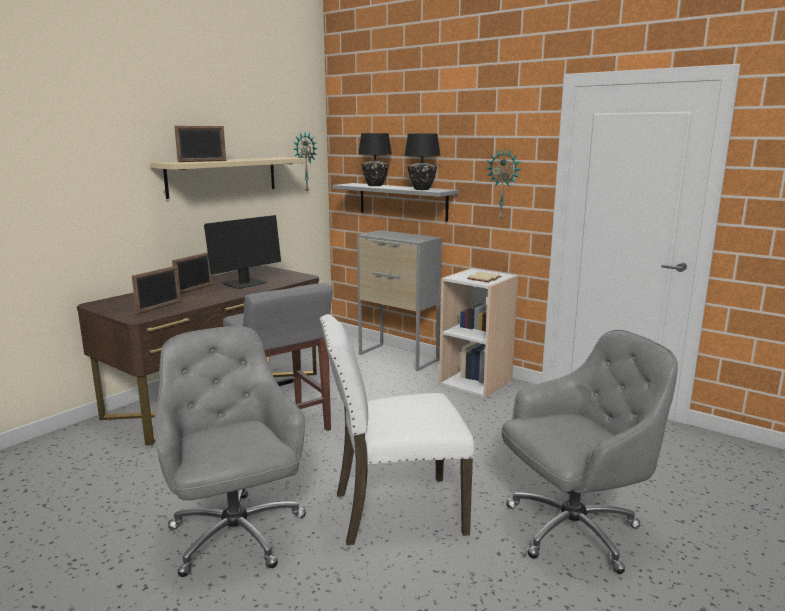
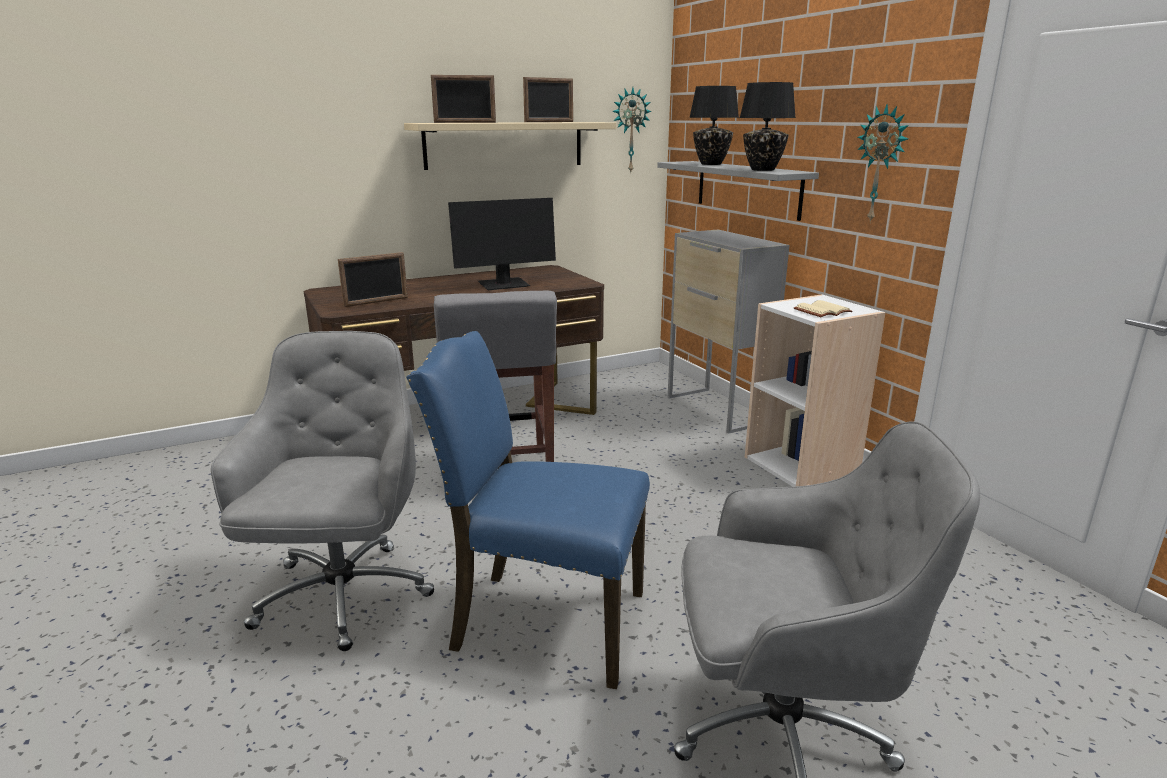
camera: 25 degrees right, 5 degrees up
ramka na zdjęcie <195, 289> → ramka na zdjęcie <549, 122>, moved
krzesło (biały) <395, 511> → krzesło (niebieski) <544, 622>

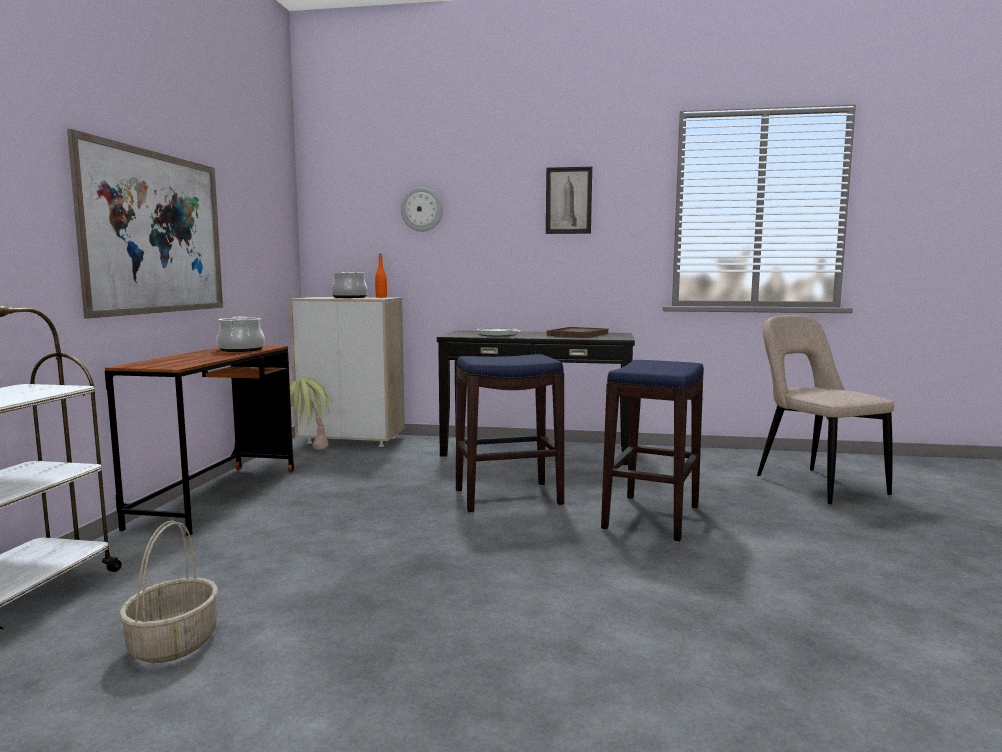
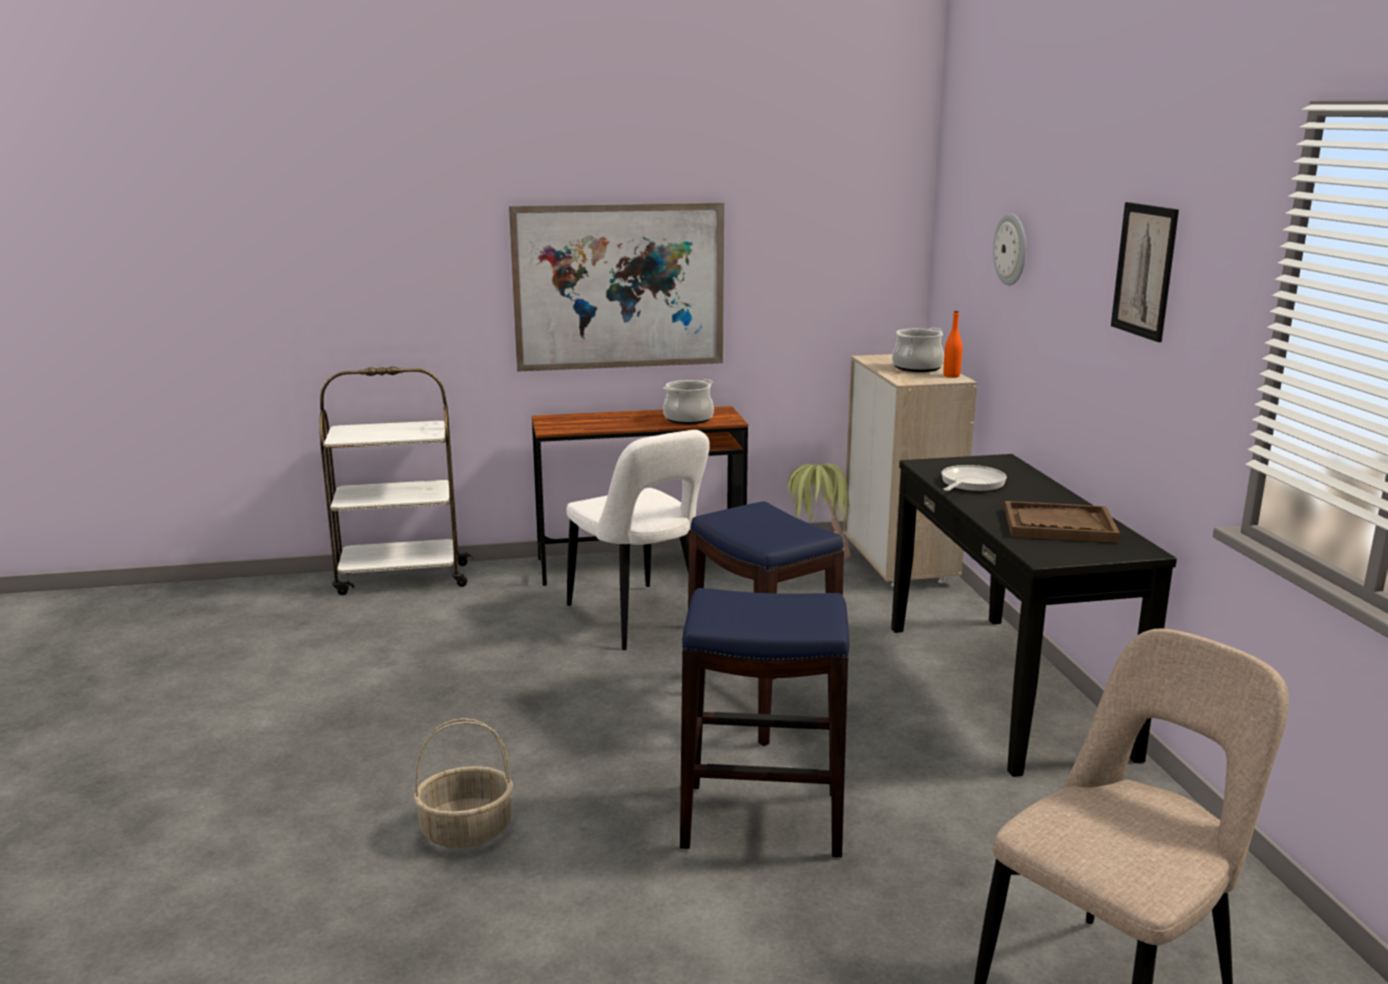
camera: 70 degrees right, 10 degrees up
koszyk <173, 643> → koszyk <467, 829>, moved
- → krzesło (biały) <639, 619>

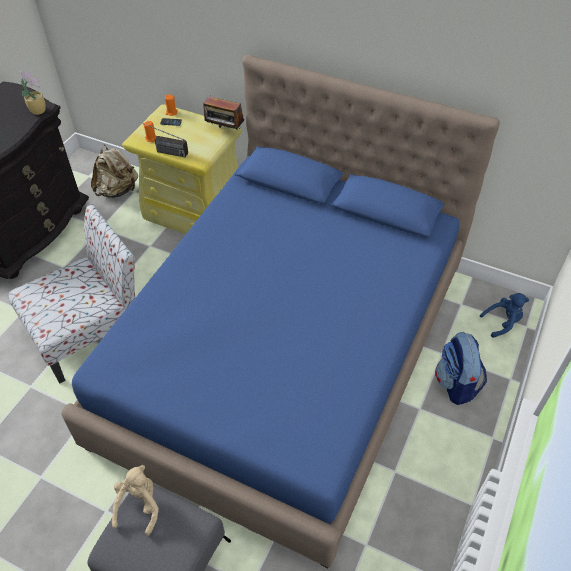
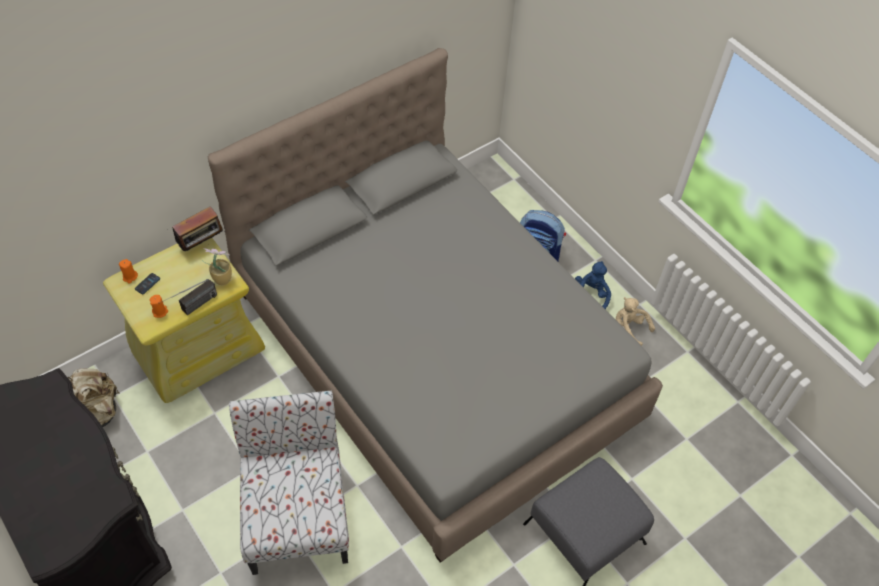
camera: 65 degrees left, 5 degrees up
roślina doniczkowa <38, 110> → roślina doniczkowa <222, 278>, moved
łóżko (niebieski) <287, 353> → łóżko (szary) <435, 354>
pluszak (beżowy) <139, 506> → pluszak (beżowy) <628, 329>, moved
pluszak (niebieski) <502, 322> → pluszak (niebieski) <591, 295>, moved

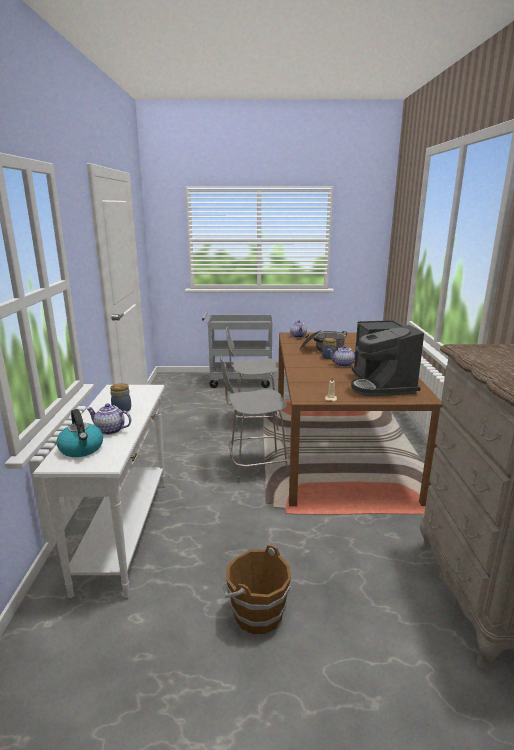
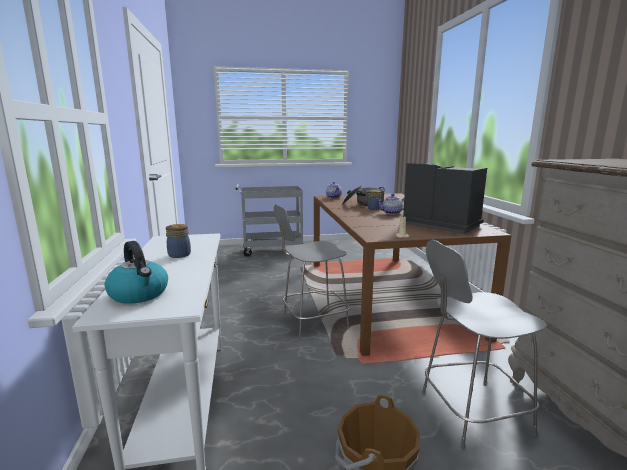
camera: 10 degrees left, 5 degrees down
imbryk <109, 430> → -
krzesło (szary) <254, 422> → krzesło (szary) <470, 413>, moved
ekspres do kawy <381, 385> → ekspres do kawy <440, 224>, 150 degrees clockwise

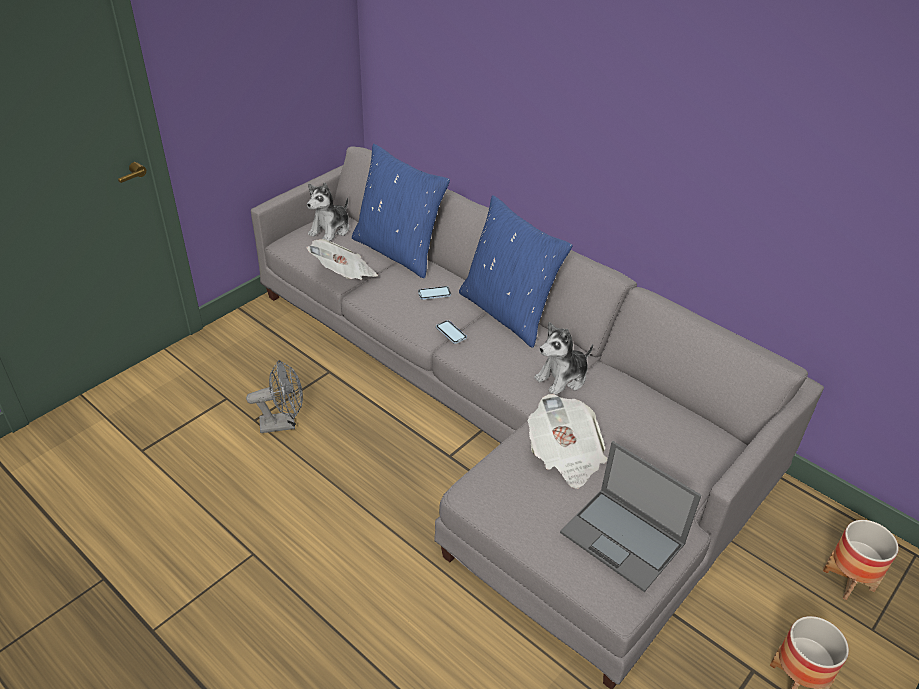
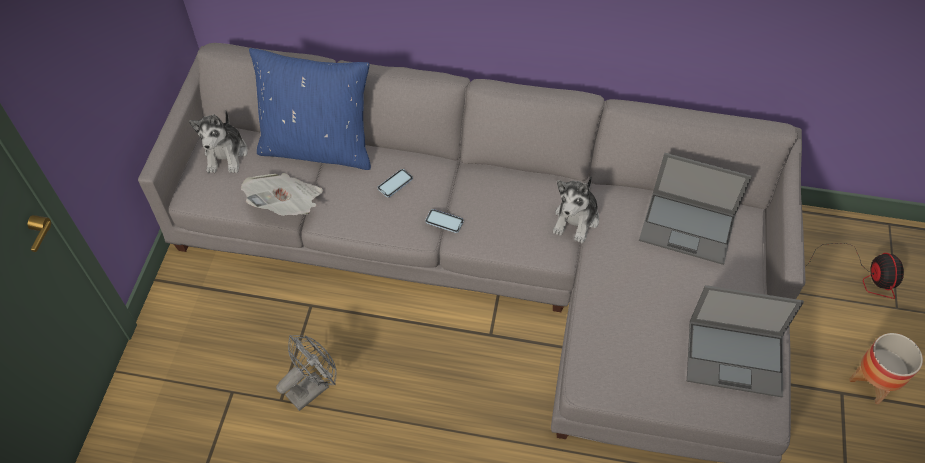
camera: 30 degrees left, 15 degrees up
poduszka (niebieski) <508, 312> → -
gazeta <565, 456> → -
donica <848, 580> → wentylator <859, 274>
- → laptop <688, 227>

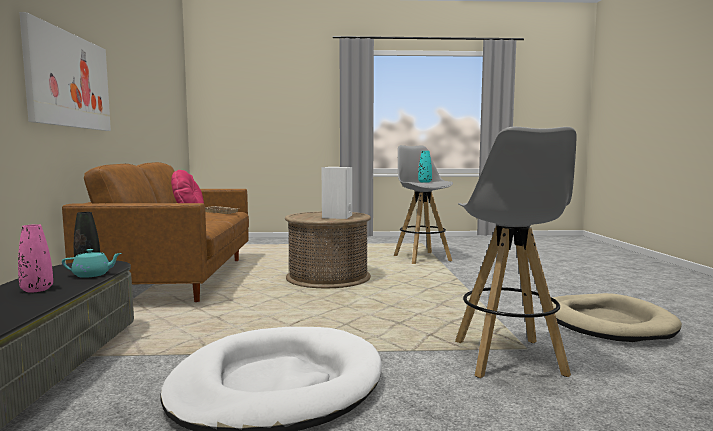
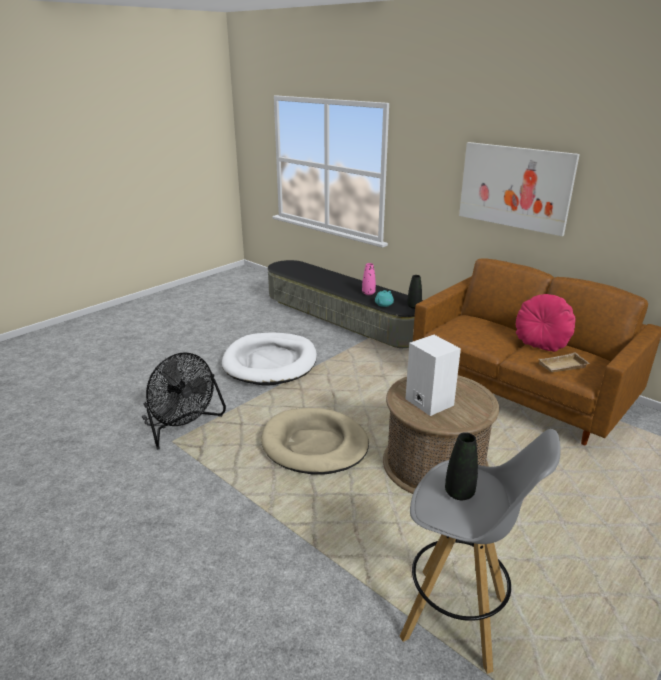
camera: 135 degrees right, 20 degrees up
wazon (turkusowy) <424, 182> → wazon (czarny) <459, 493>
stołek (szary) <507, 359> → wentylator (czarny) <179, 427>
legowisko (beżowy) <606, 322> → legowisko (beżowy) <314, 445>, moved

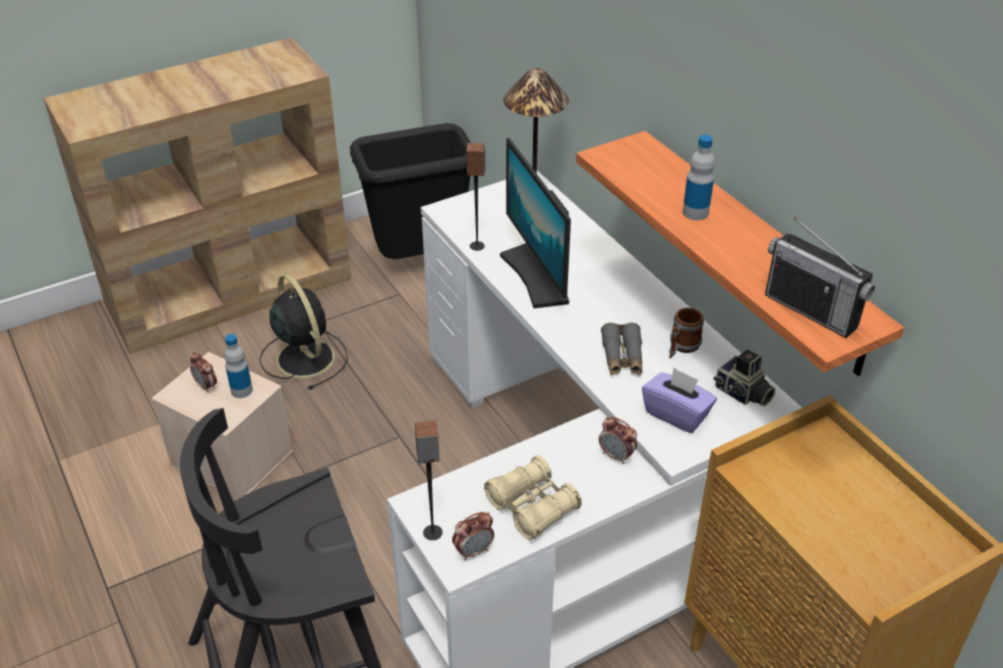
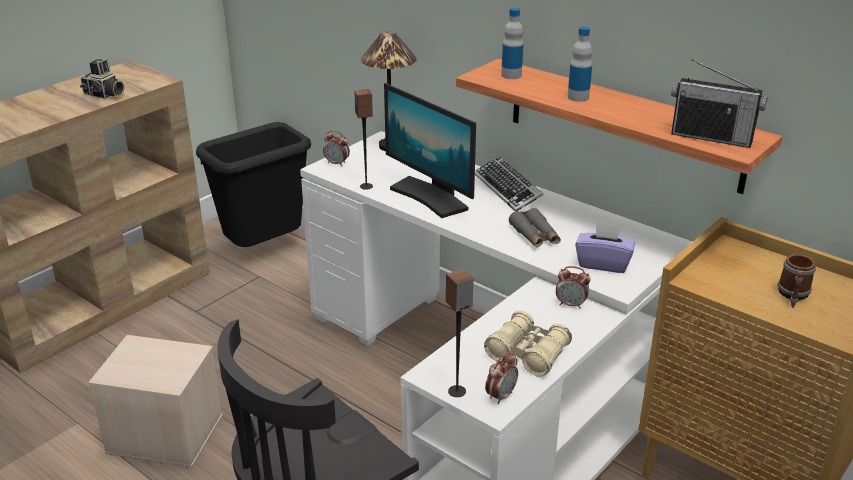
camera: 20 degrees left, 10 degrees down
budzik <206, 386> → budzik <337, 163>, moved
butelka <241, 390> → butelka <511, 75>, moved
wentylator (czarny) <304, 357> → -
kubek <681, 347> → kubek <793, 296>, moved
aparat fotograficzny <742, 394> → aparat fotograficzny <104, 95>, moved
- → klawiatura <507, 189>

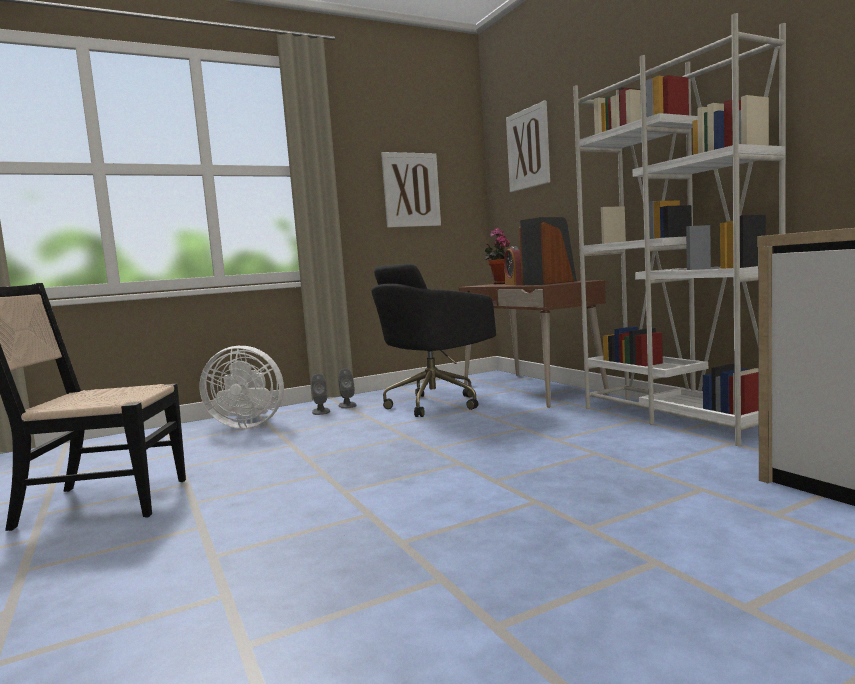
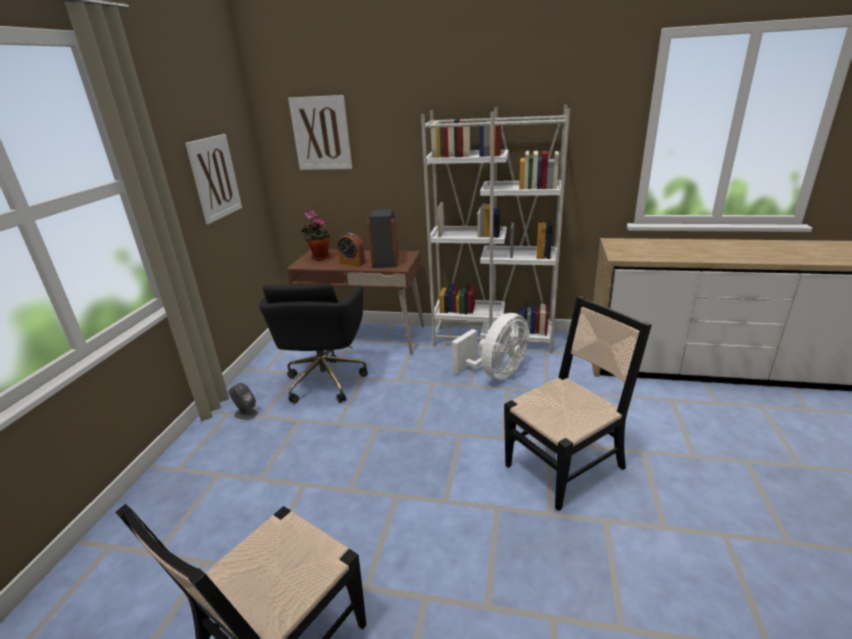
camera: 50 degrees left, 20 degrees up
wentylator (biały) <247, 425> → wentylator (biały) <496, 373>, moved
głośnik (szary) <321, 411> → -
- → krzesło <564, 466>

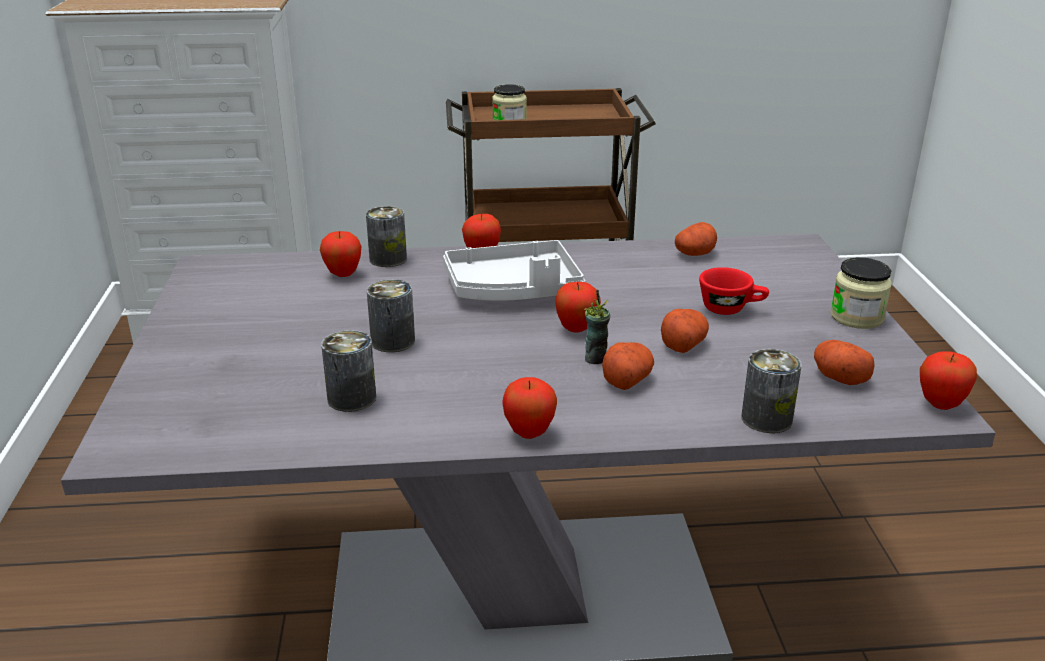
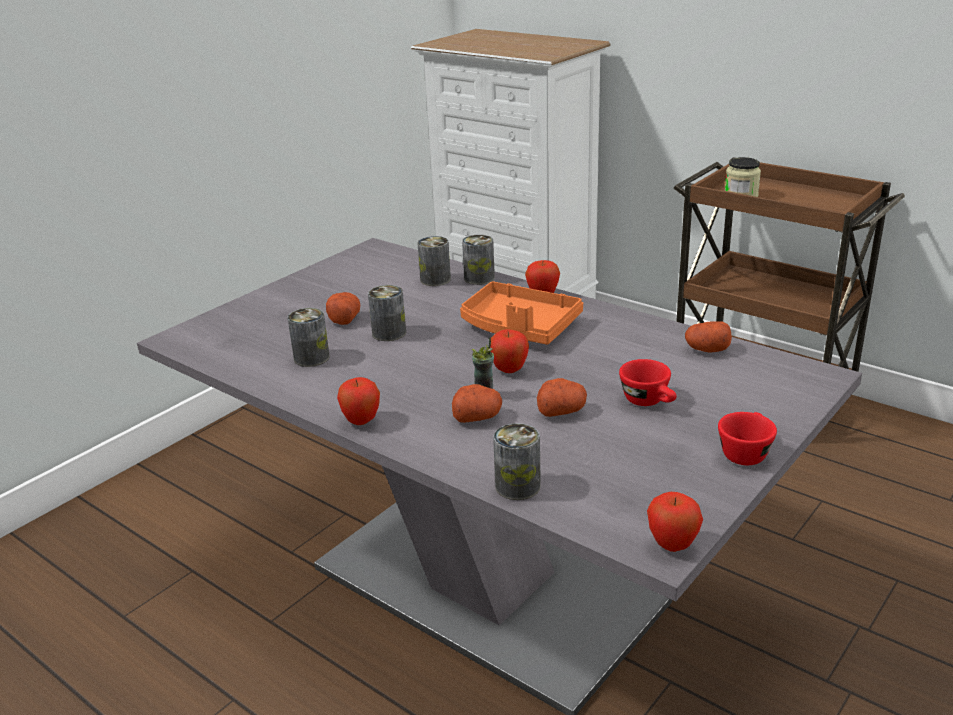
camera: 45 degrees right, 0 degrees up
jabłko <343, 274> → puszka <435, 279>
taca (szary) <513, 289> → taca (pomarańczowy) <519, 327>
ziemniak <838, 377> → ziemniak <344, 319>, moved
słoik <857, 317> → filiżanka (czerwony) <745, 452>

